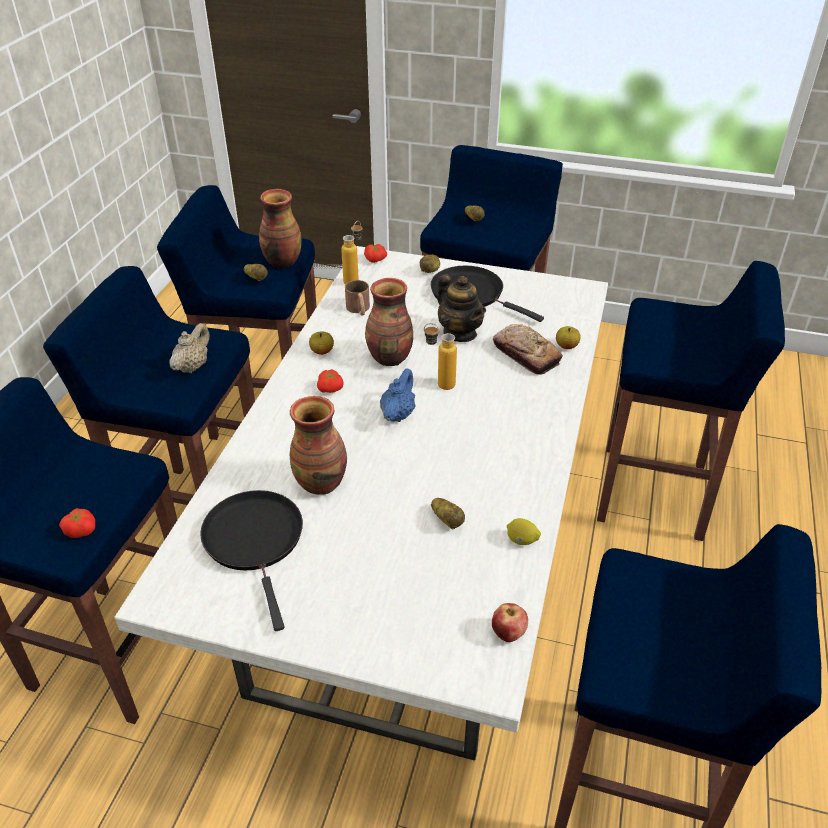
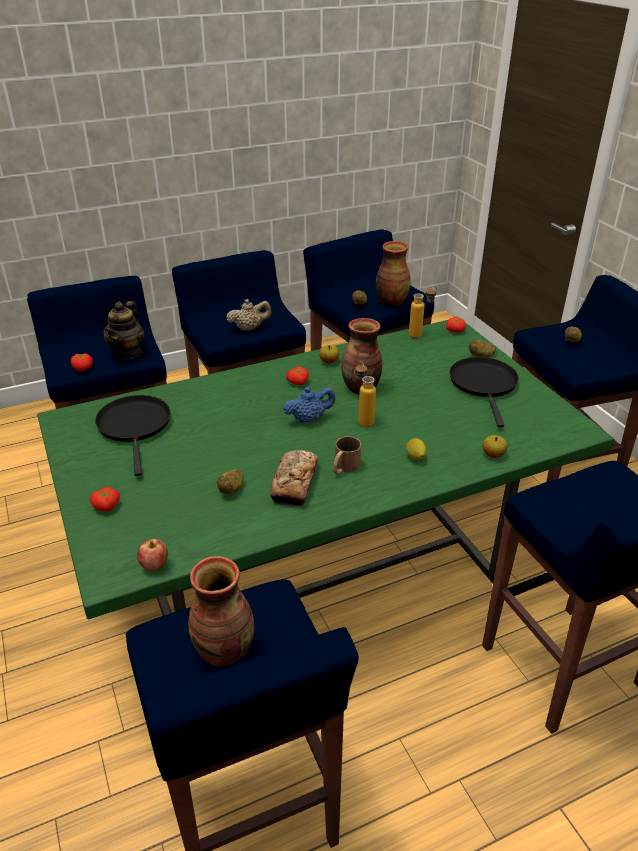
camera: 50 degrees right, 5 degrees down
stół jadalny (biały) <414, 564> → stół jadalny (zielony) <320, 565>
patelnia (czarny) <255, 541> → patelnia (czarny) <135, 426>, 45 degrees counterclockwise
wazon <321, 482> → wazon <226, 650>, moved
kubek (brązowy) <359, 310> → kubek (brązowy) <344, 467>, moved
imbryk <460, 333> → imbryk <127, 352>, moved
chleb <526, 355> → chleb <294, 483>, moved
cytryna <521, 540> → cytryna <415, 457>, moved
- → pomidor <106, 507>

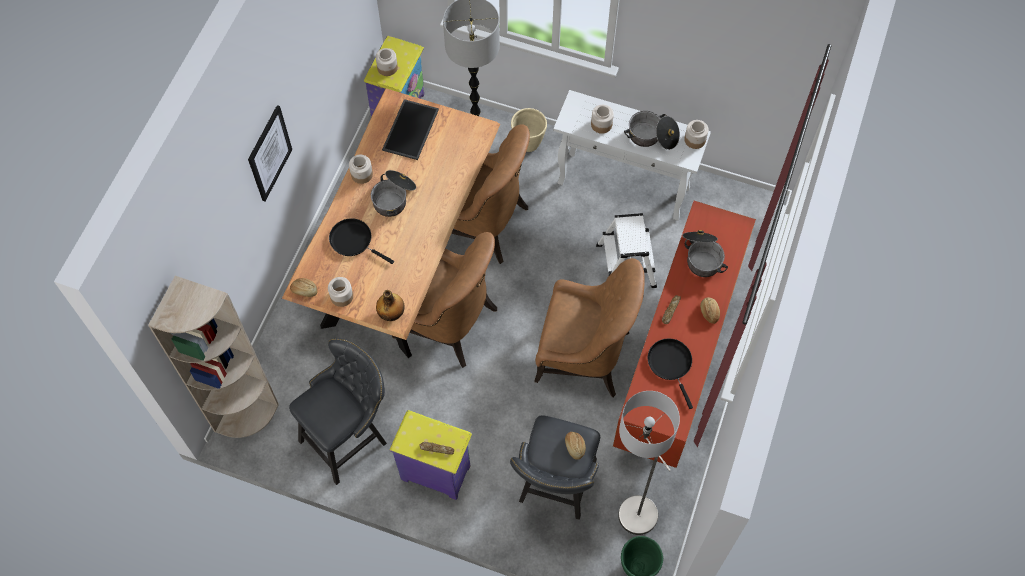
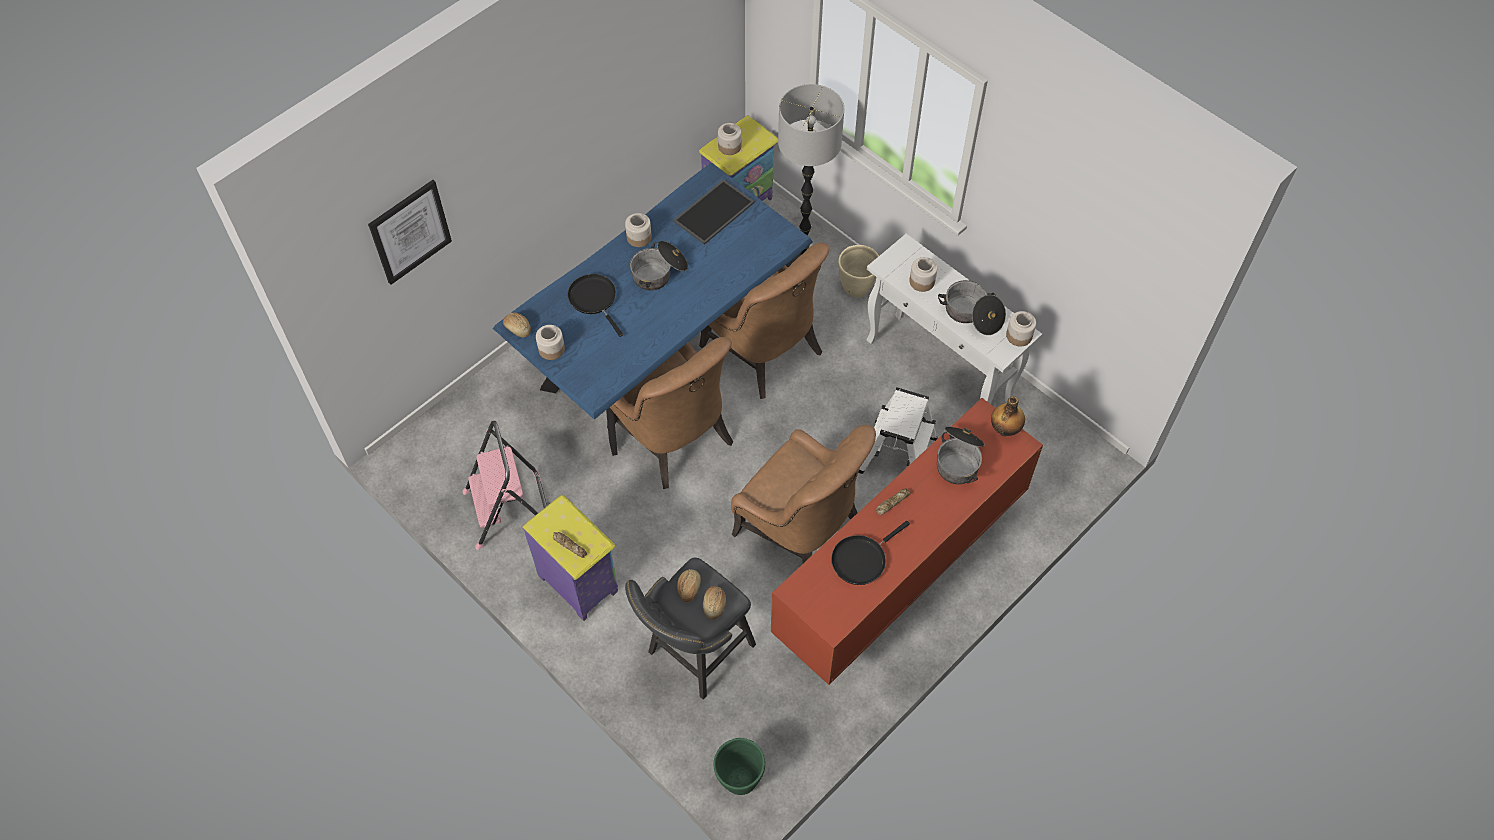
camera: 25 degrees right, 5 degrees down
regał (beżowy) <247, 418> → -
obraz <269, 153> → obraz <410, 232>, moved
stół jadalny (brązowy) <403, 257> → stół jadalny (niebieski) <662, 353>
stołek (szary) <351, 435> → drabinka (różowy) <512, 508>
butelka <392, 313> → butelka <1005, 429>, moved
lampa stojąca (szary) <630, 505> → -
patelnia (czarny) <671, 364> → patelnia (czarny) <861, 559>, 135 degrees counterclockwise
chleb <709, 312> → chleb <689, 588>, moved

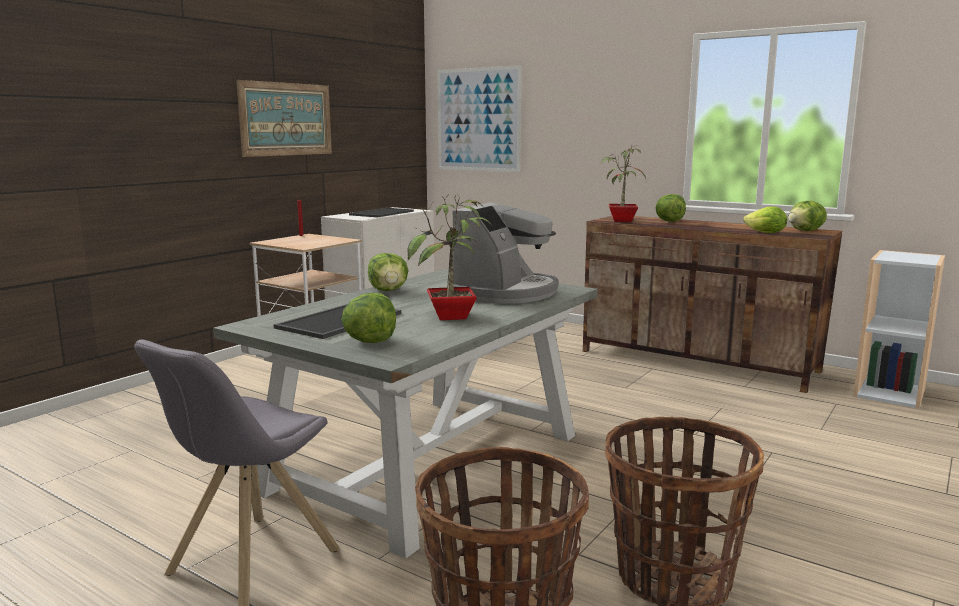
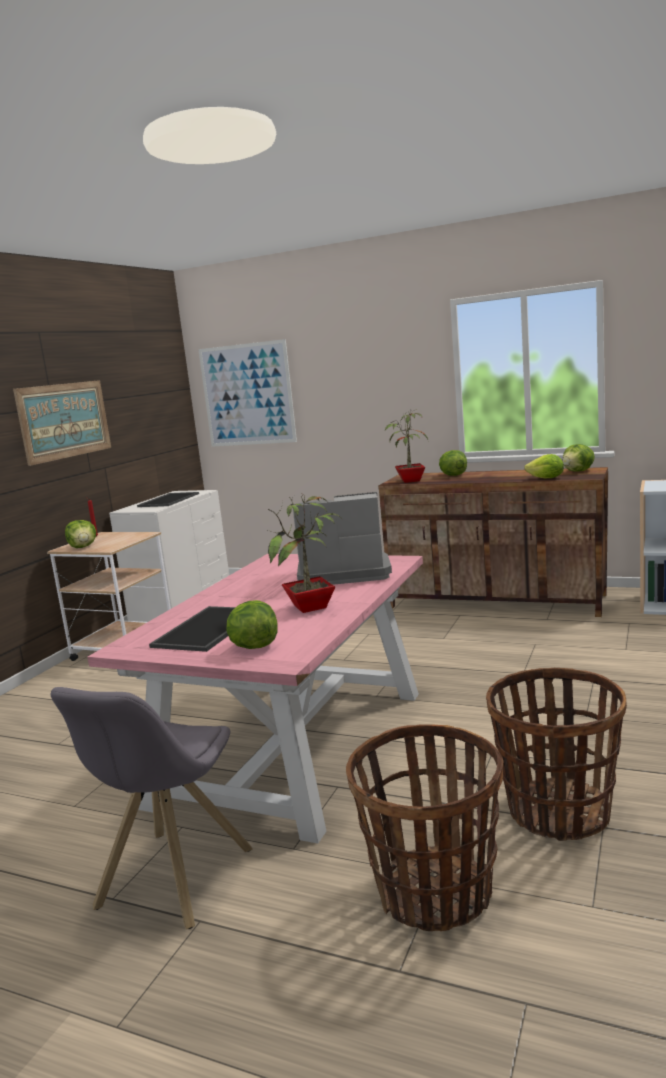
camera: 10 degrees left, 0 degrees up
stół jadalny (szary) <428, 461> → stół jadalny (różowy) <295, 744>
sałata <388, 290> → sałata <83, 547>, moved
ekspres do kawy <506, 293> → ekspres do kawy <342, 573>, 105 degrees counterclockwise

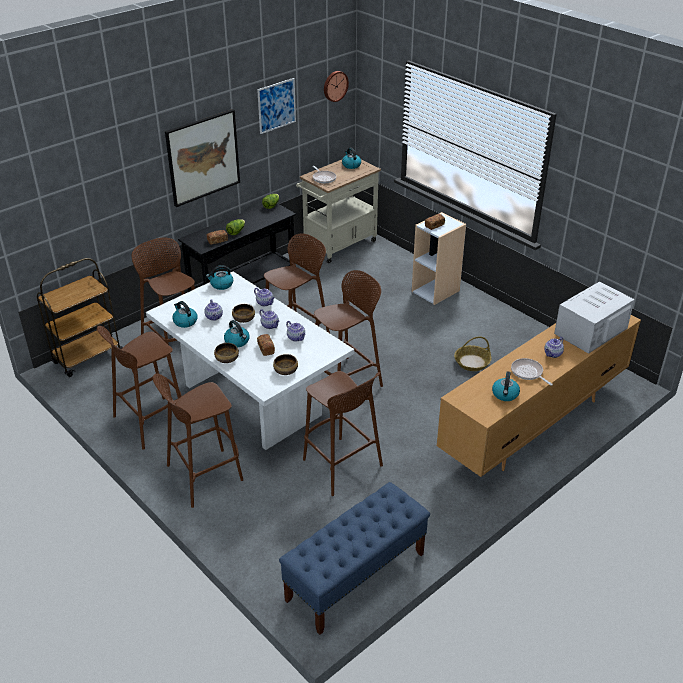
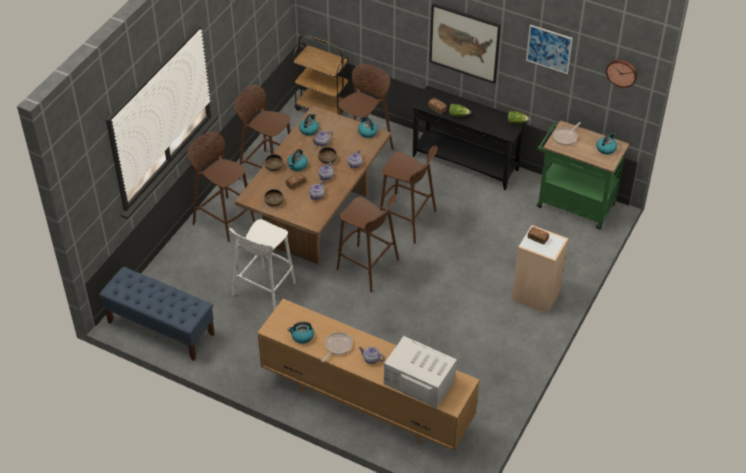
camera: 70 degrees right, 10 degrees up
stół jadalny (biały) <253, 400> → stół jadalny (brązowy) <317, 219>
wózek (beżowy) <338, 246> → wózek (zielony) <573, 205>
stołek (brązowy) <341, 466> → stołek (biały) <265, 291>
koszyk <472, 362> → -

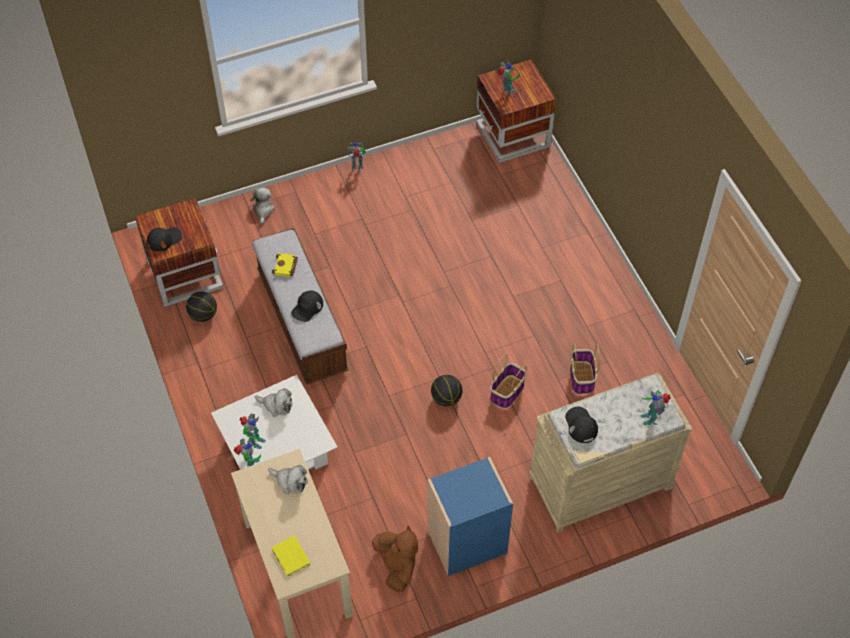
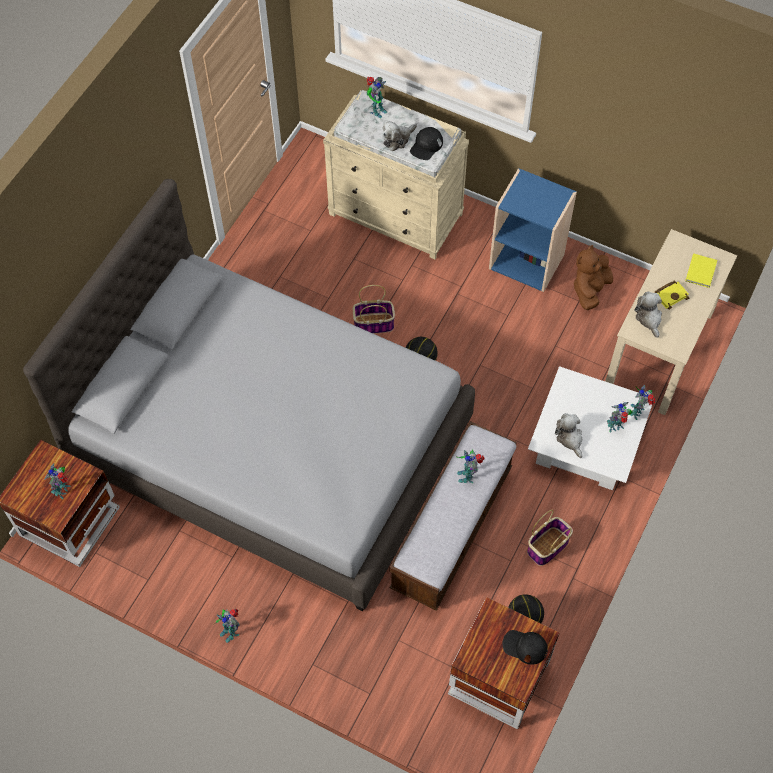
camera: 130 degrees left, 5 degrees up
pluszak <263, 210> → pluszak <398, 139>, moved
książka (żółty) <285, 267> → książka (żółty) <671, 295>, moved
czapka z daszkiem (czarny) <307, 308> → robot zabawkowy <467, 475>
koszyk <582, 378> → koszyk <548, 546>, moved
- → łóżko (szary) <271, 442>

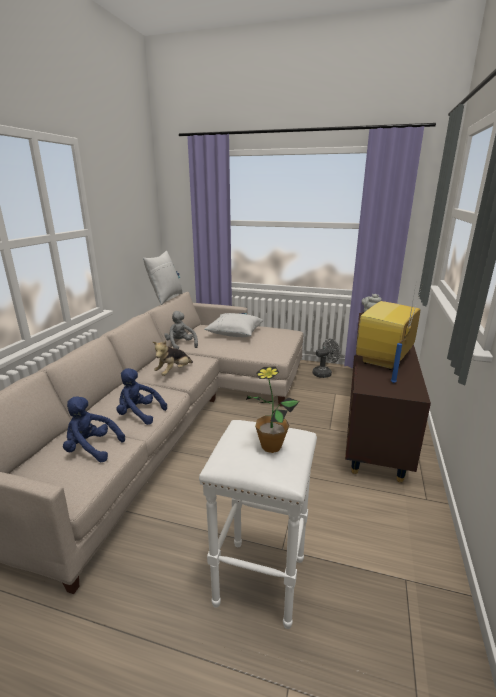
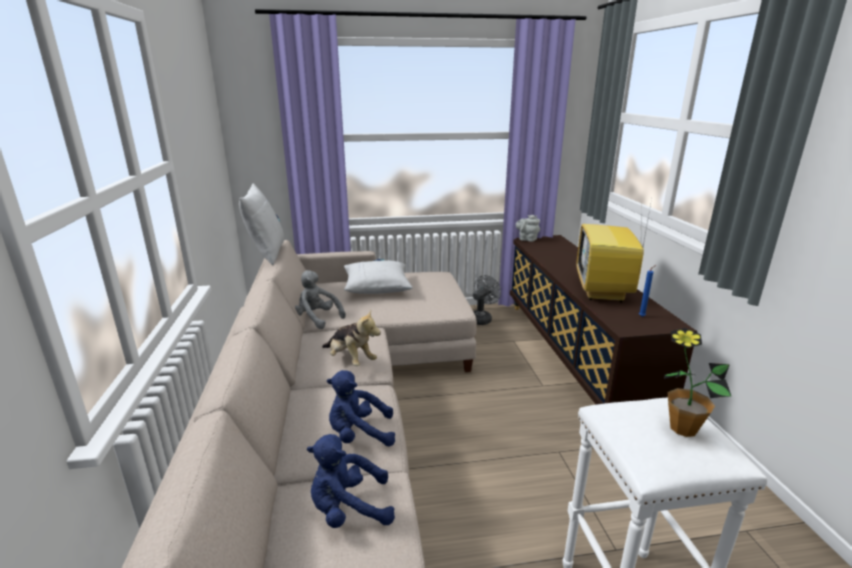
camera: 25 degrees left, 0 degrees up
pluszak <174, 372> → pluszak <350, 360>, 60 degrees counterclockwise

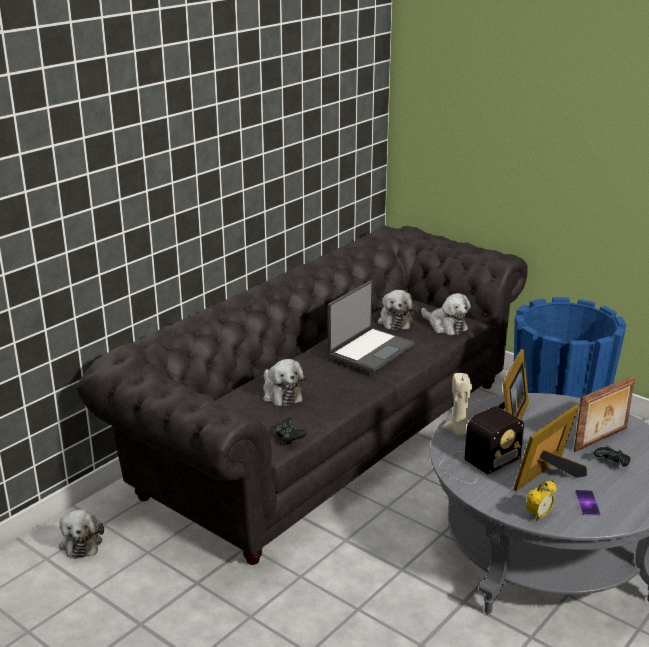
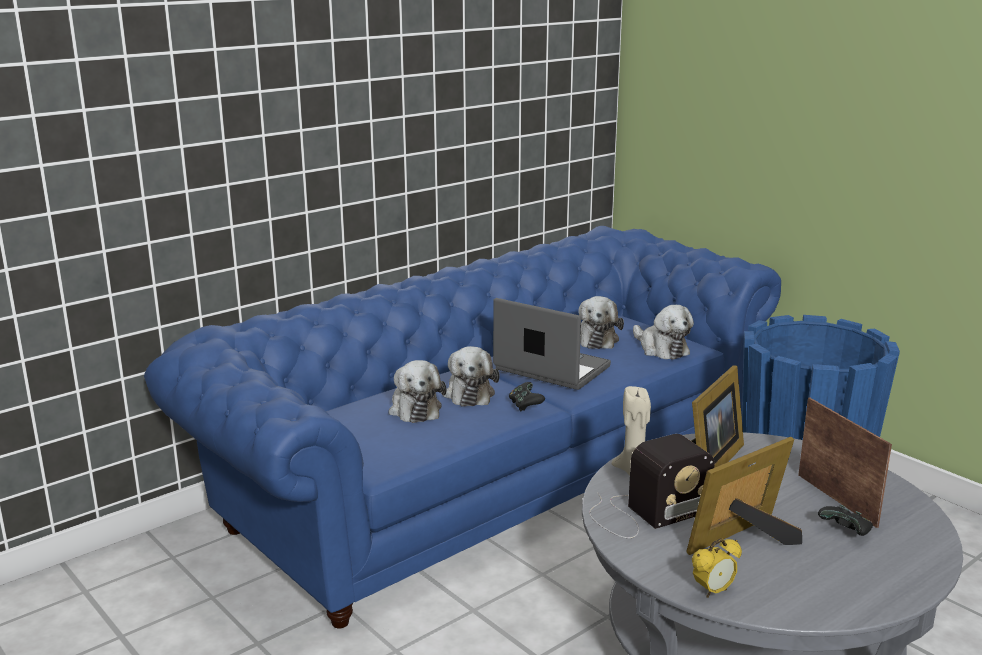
camera: 10 degrees right, 5 degrees down
pluszak <81, 542> → pluszak <469, 393>, moved
kanapa (szary) <324, 434> → kanapa (niebieski) <491, 477>
pad do gier (czarny) <289, 438> → pad do gier (czarny) <525, 405>, moved
laptop <370, 351> → laptop <550, 369>, 105 degrees counterclockwise
ramka na zdjęcie <601, 440> → ramka na zdjęcie <838, 499>, 90 degrees counterclockwise
telefon <587, 503> → -

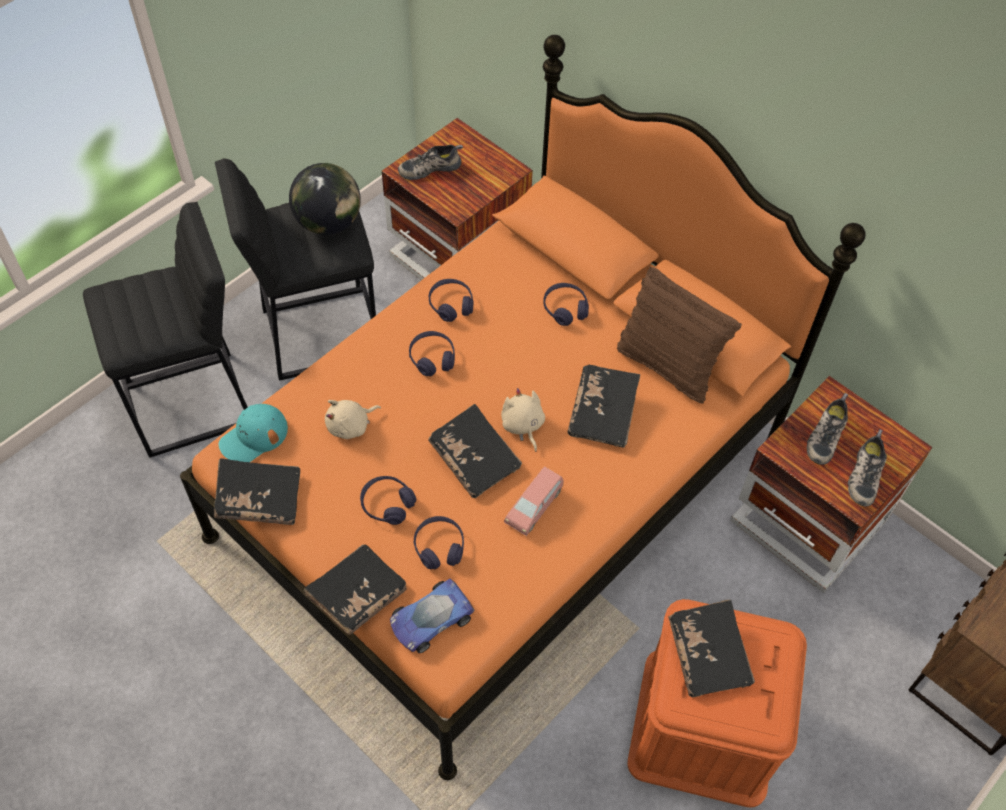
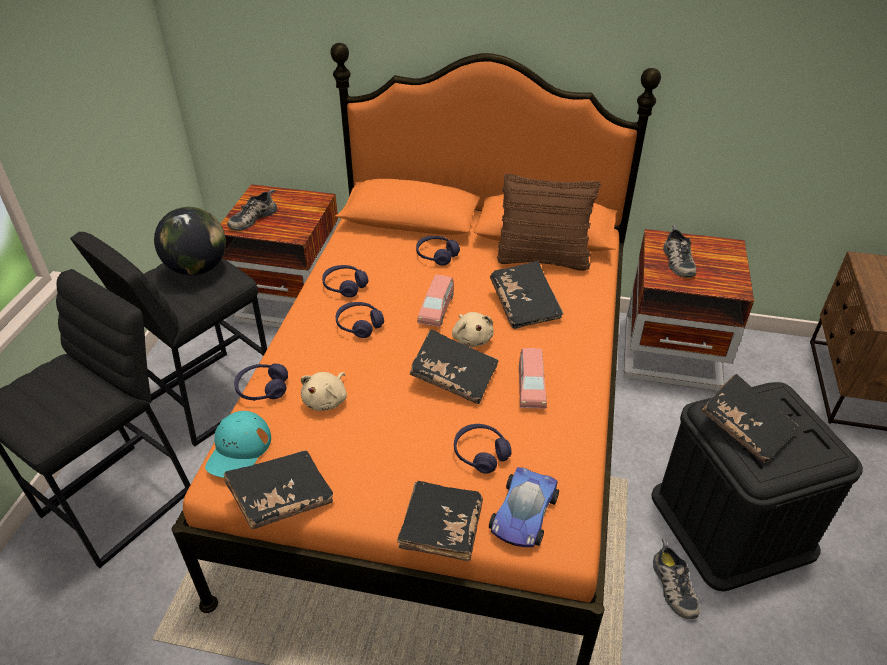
camera: 30 degrees left, 15 degrees down
słuchawki (fioletowy) <387, 504> → słuchawki (fioletowy) <262, 389>, moved
pluszak (beżowy) <522, 426> → pluszak (beżowy) <472, 338>, 150 degrees counterclockwise
pojemnik do przechowywania (pomarańczowy) <703, 726> → pojemnik do przechowywania (czarny) <732, 523>
but <864, 474> → but <672, 586>, moved
- → samochodzik (różowy) <436, 309>

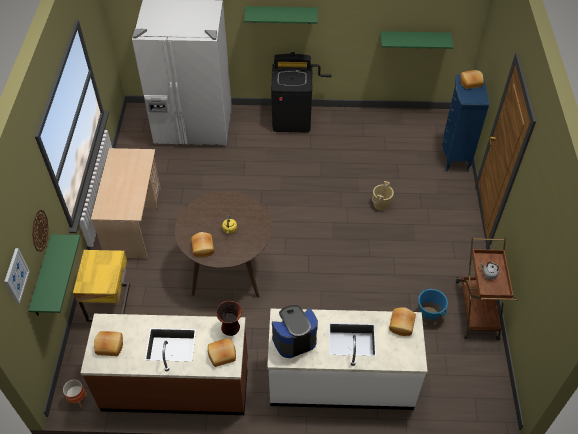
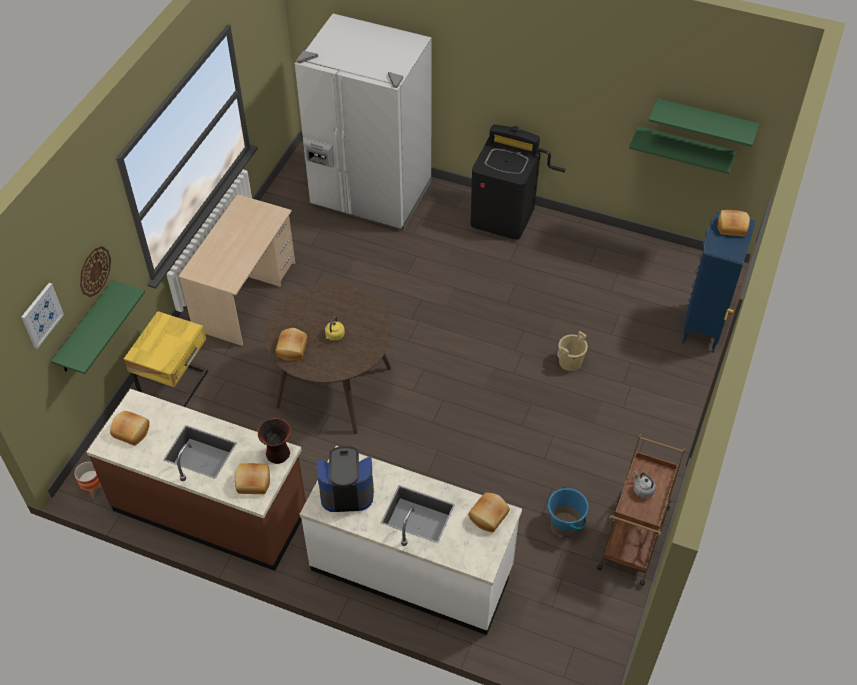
camera: 20 degrees right, 0 degrees up
półka (zielony) <281, 15> → półka (zielony) <705, 121>, moved

